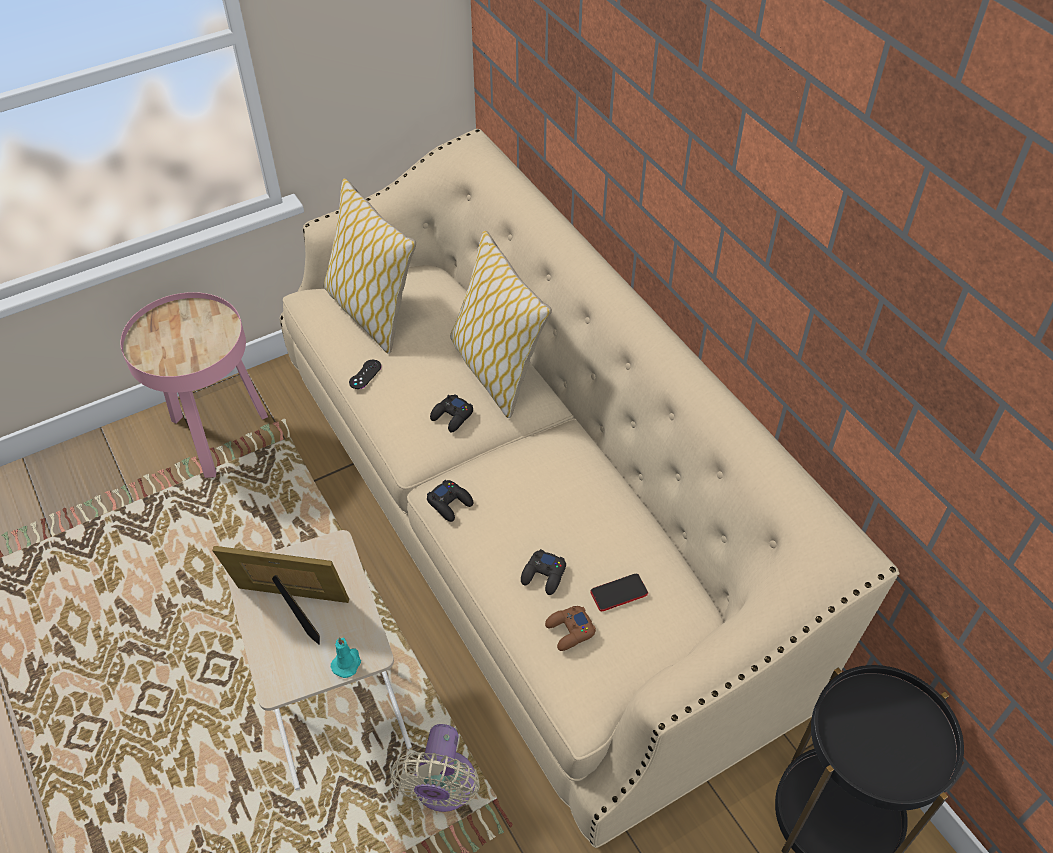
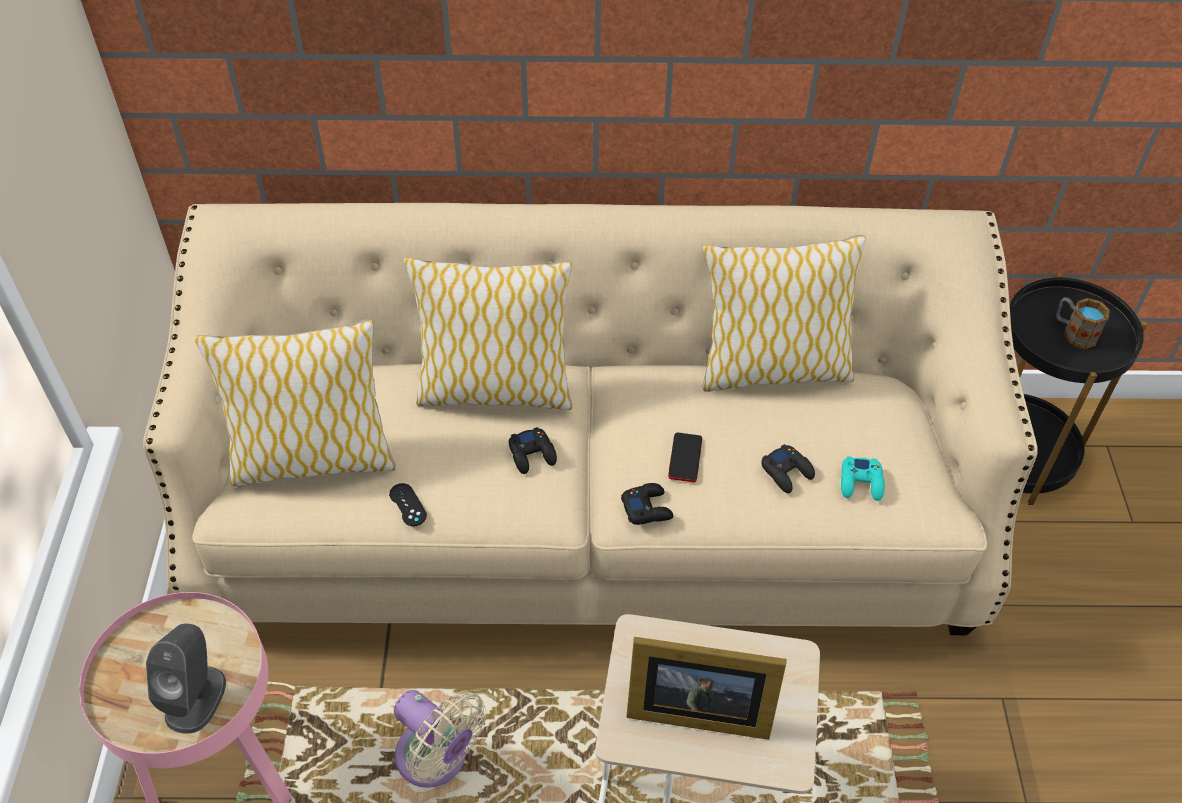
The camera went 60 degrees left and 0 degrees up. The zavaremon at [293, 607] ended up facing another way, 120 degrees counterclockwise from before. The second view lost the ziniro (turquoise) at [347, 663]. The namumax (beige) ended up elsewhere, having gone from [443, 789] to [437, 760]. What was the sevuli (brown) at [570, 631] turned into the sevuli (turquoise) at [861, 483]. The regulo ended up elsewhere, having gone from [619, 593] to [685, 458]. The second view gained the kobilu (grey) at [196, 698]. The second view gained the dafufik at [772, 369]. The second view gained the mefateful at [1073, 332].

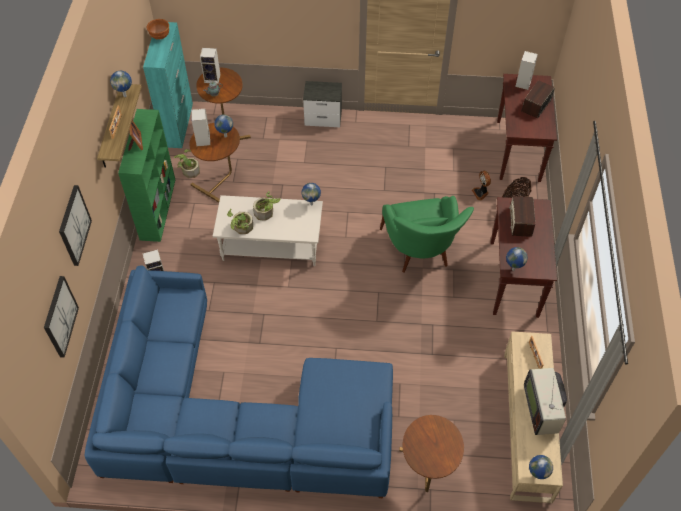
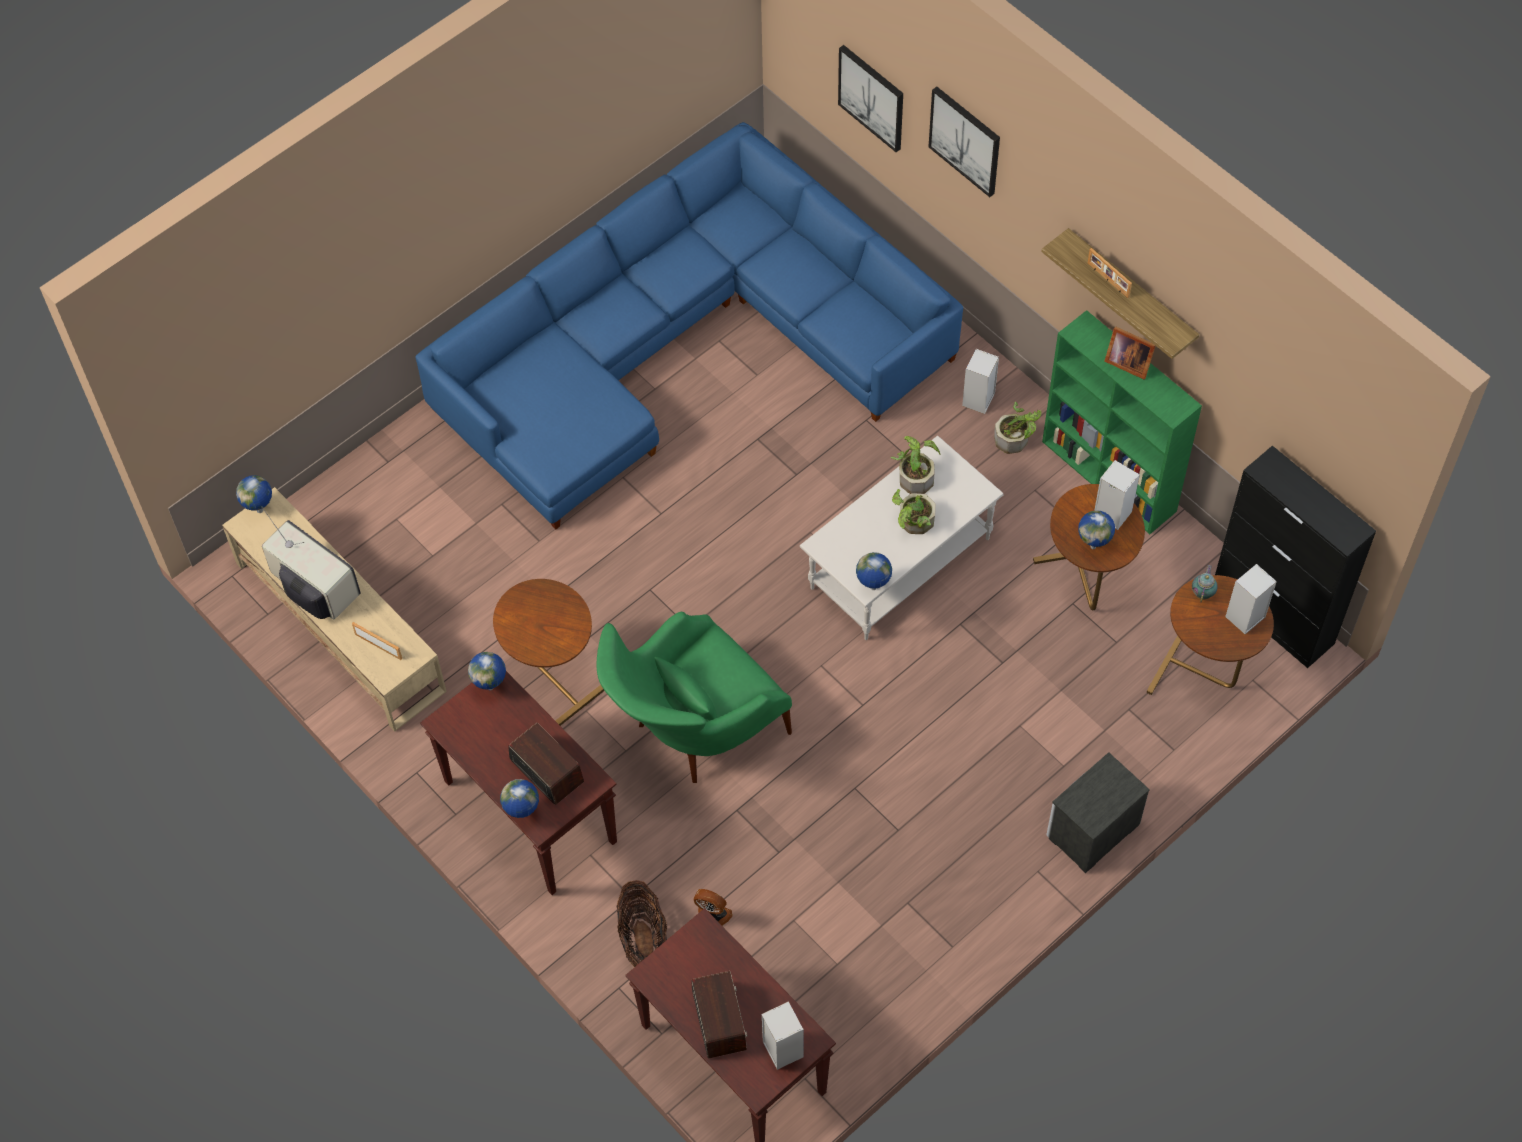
The camera went 135 degrees right and 5 degrees up. The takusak ended up elsewhere, having gone from [125, 95] to [523, 815]. What was the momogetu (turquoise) at [178, 124] turned into the momogetu (black) at [1273, 615]. The second view lost the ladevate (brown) at [160, 36]. The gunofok ended up elsewhere, having gone from [189, 170] to [1016, 438]. The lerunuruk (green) at [421, 254] ended up facing another way, 75 degrees counterclockwise from before. The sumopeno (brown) ended up elsewhere, having gone from [426, 474] to [554, 681].

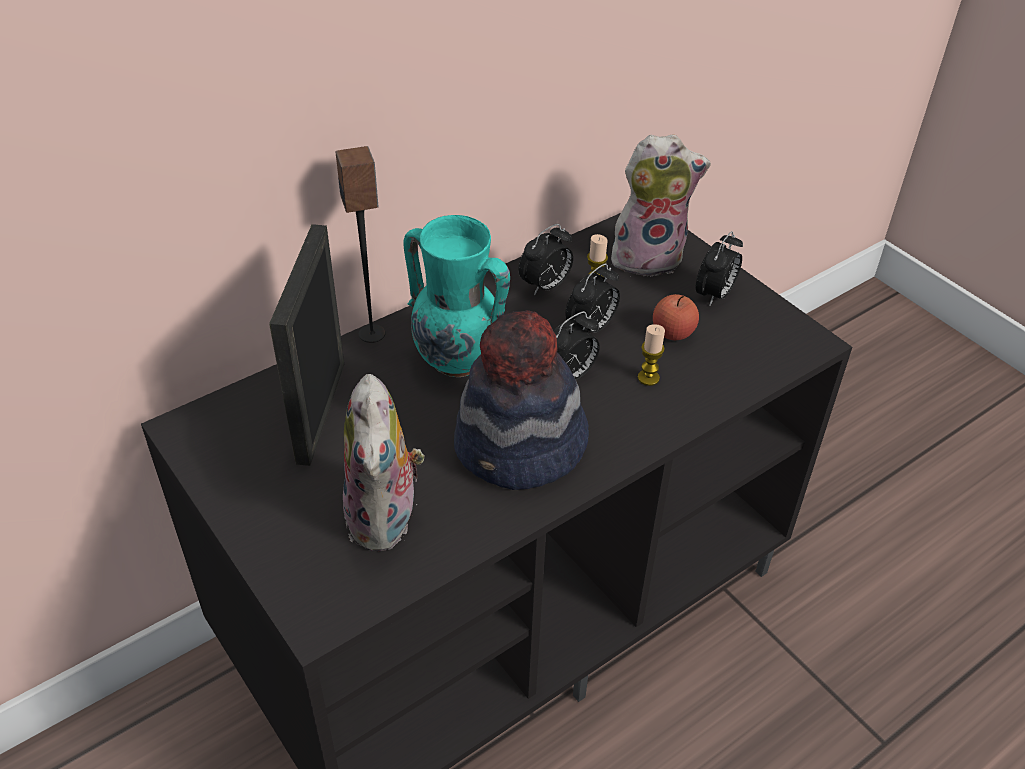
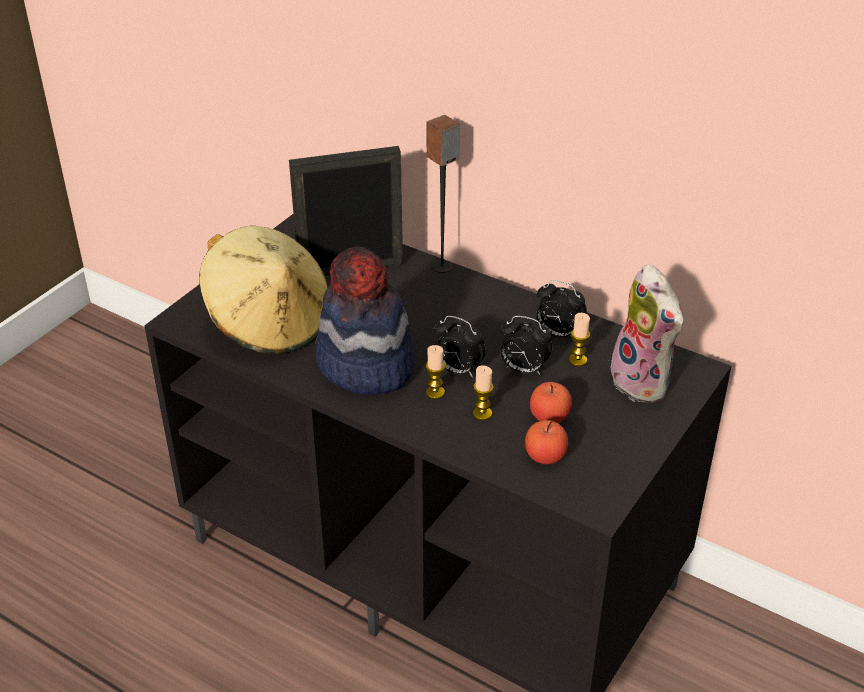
The camera went 70 degrees right and 5 degrees down. Where the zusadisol stood at [386, 519], the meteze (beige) came to stand at [269, 323]. The second view lost the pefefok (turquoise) at [457, 363]. The second view lost the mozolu at [715, 295]. The second view gained the ziniro at [435, 392]. The second view gained the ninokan at [545, 456].

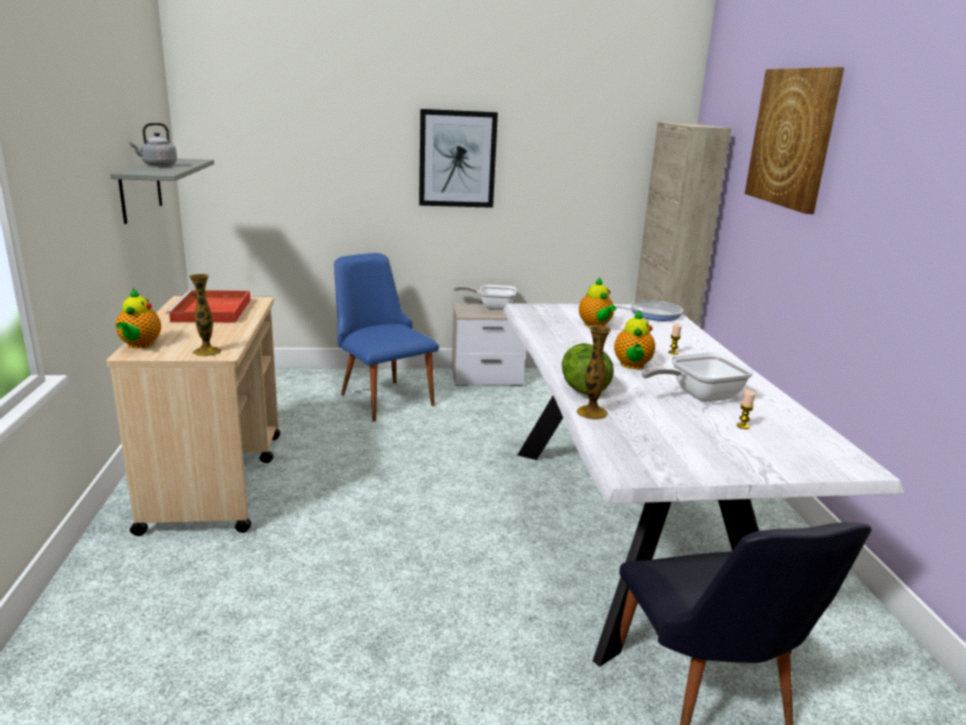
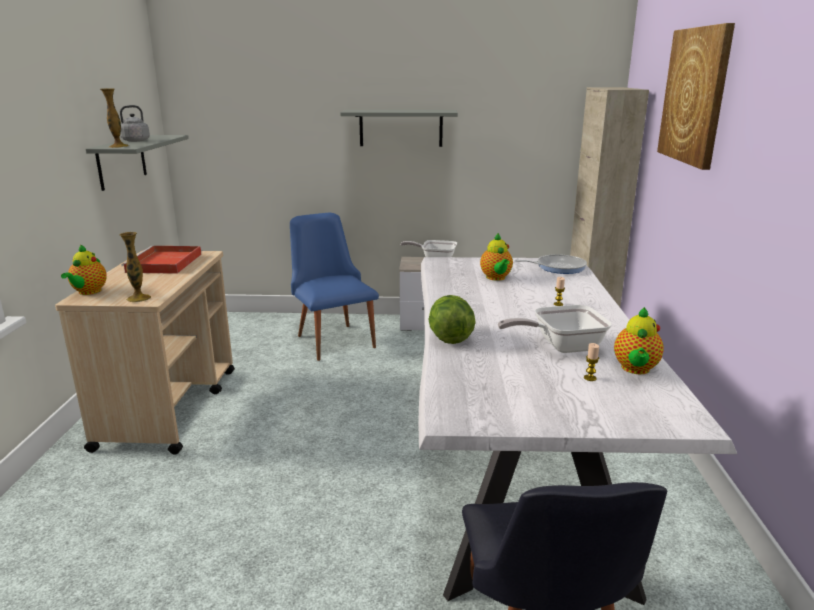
The camera went 10 degrees right and 0 degrees up. Where the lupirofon hung at [457, 159], the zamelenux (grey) came to hang at [401, 128]. The pefefok ended up elsewhere, having gone from [592, 412] to [118, 146]. The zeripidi ended up elsewhere, having gone from [632, 365] to [635, 369].

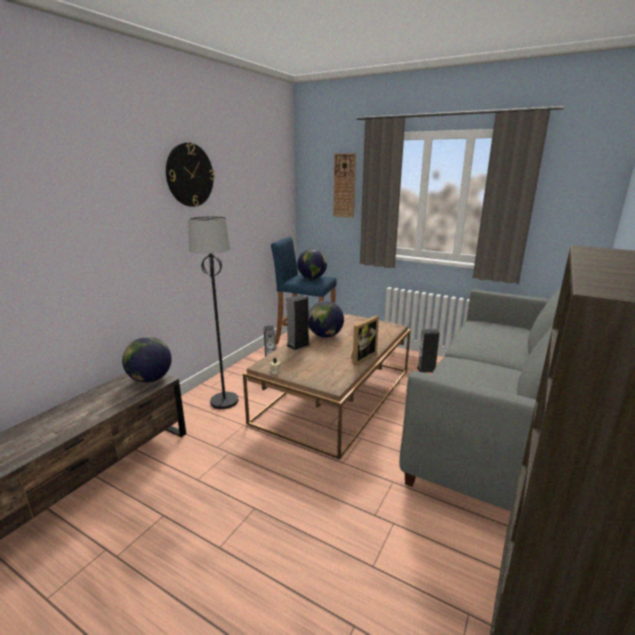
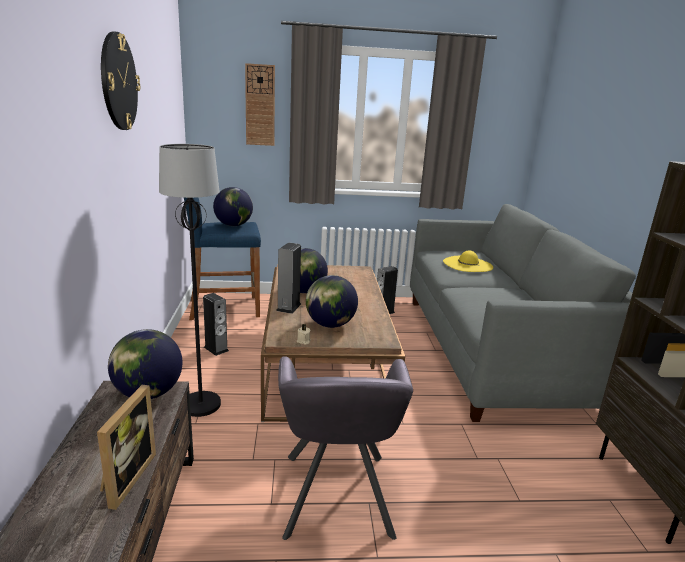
The camera went 35 degrees left and 0 degrees up. The zavaremon ended up elsewhere, having gone from [361, 357] to [124, 478]. The second view gained the lerunuruk (grey) at [336, 494]. The second view gained the takusak at [330, 325]. The second view gained the meteze (yellow) at [467, 264].

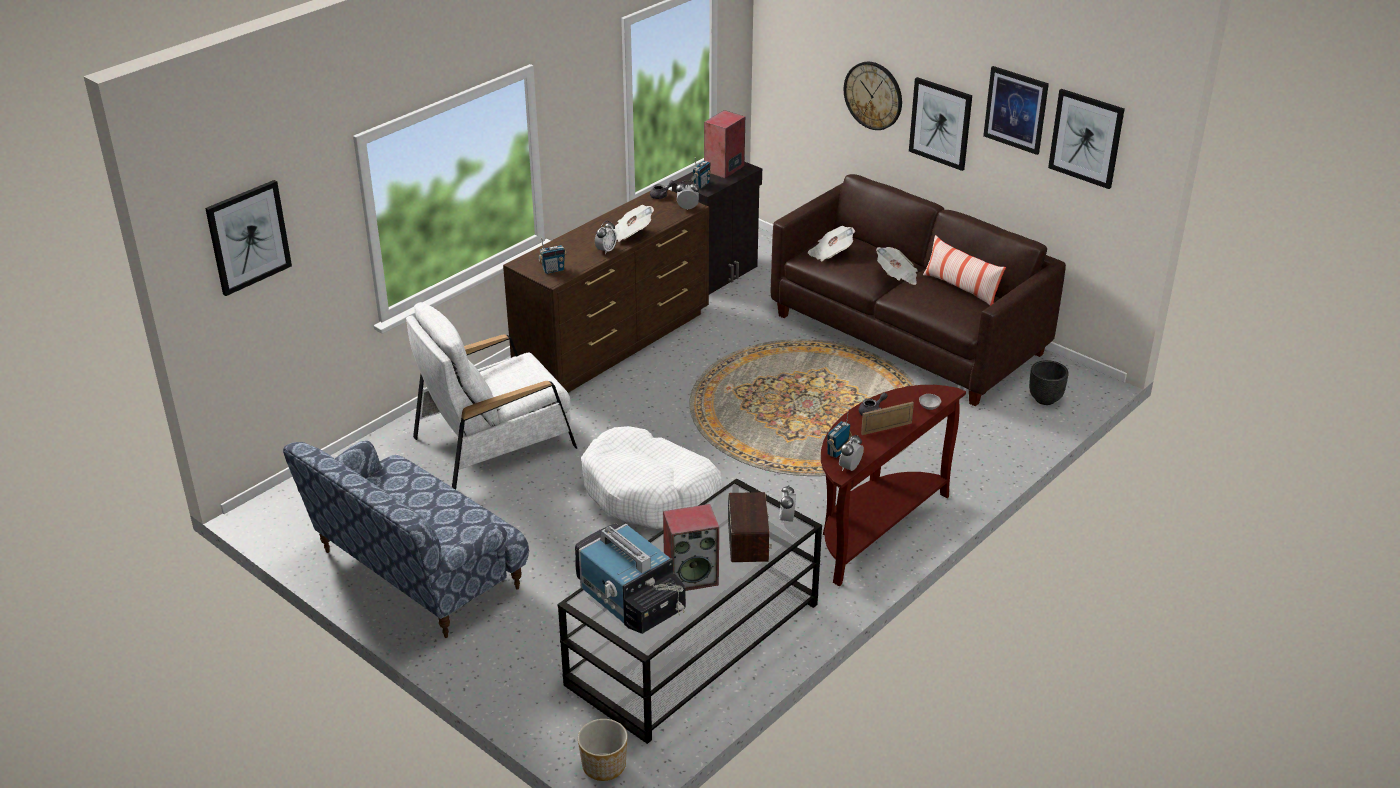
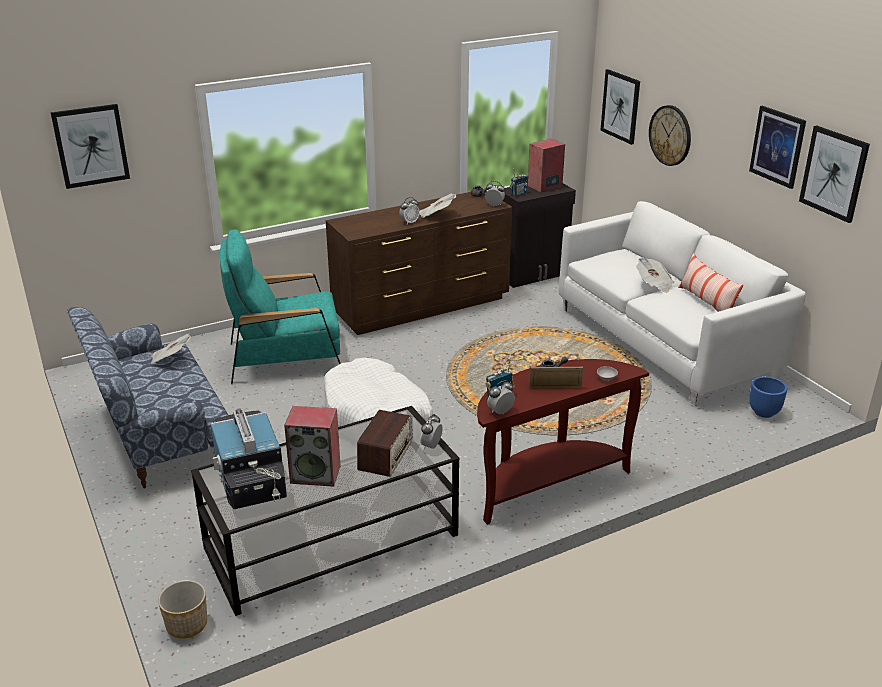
The camera went 20 degrees right and 5 degrees down. What was the lerunuruk (white) at [495, 442] turned into the lerunuruk (turquoise) at [285, 356]. The second view lost the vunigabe at [553, 270]. What was the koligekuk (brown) at [908, 335] turned into the koligekuk (white) at [665, 341]. The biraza ended up elsewhere, having gone from [830, 254] to [171, 358]. The lupirofon ended up elsewhere, having gone from [940, 123] to [620, 106]. What was the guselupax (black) at [1045, 399] turned into the guselupax (blue) at [764, 413].

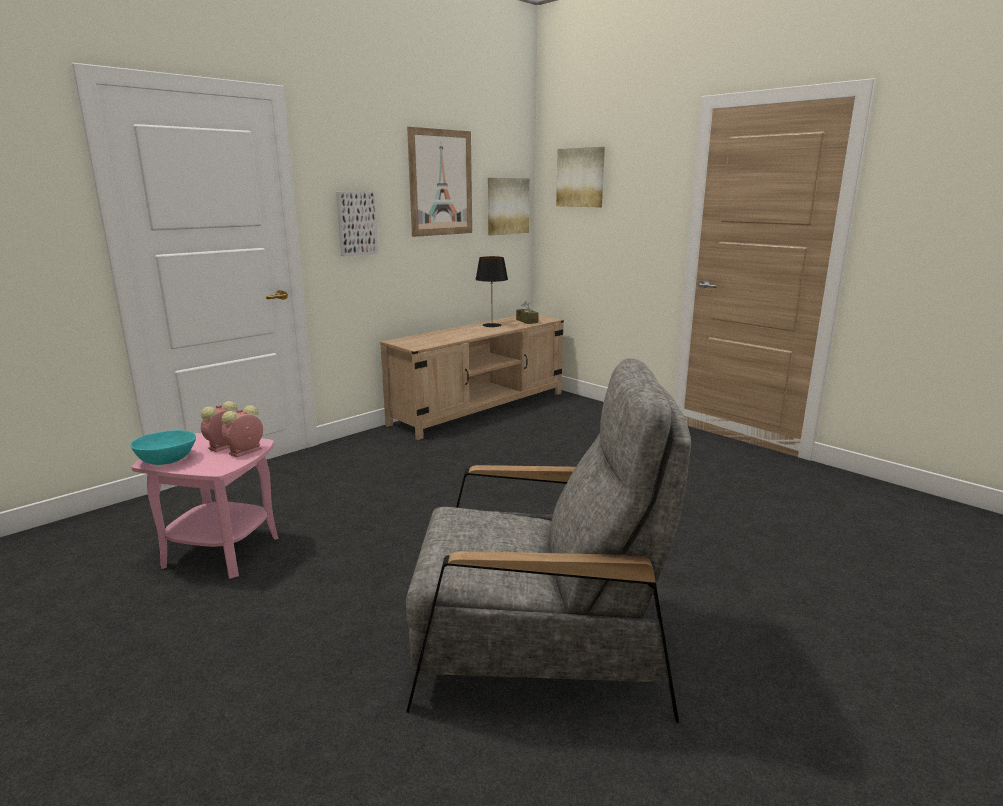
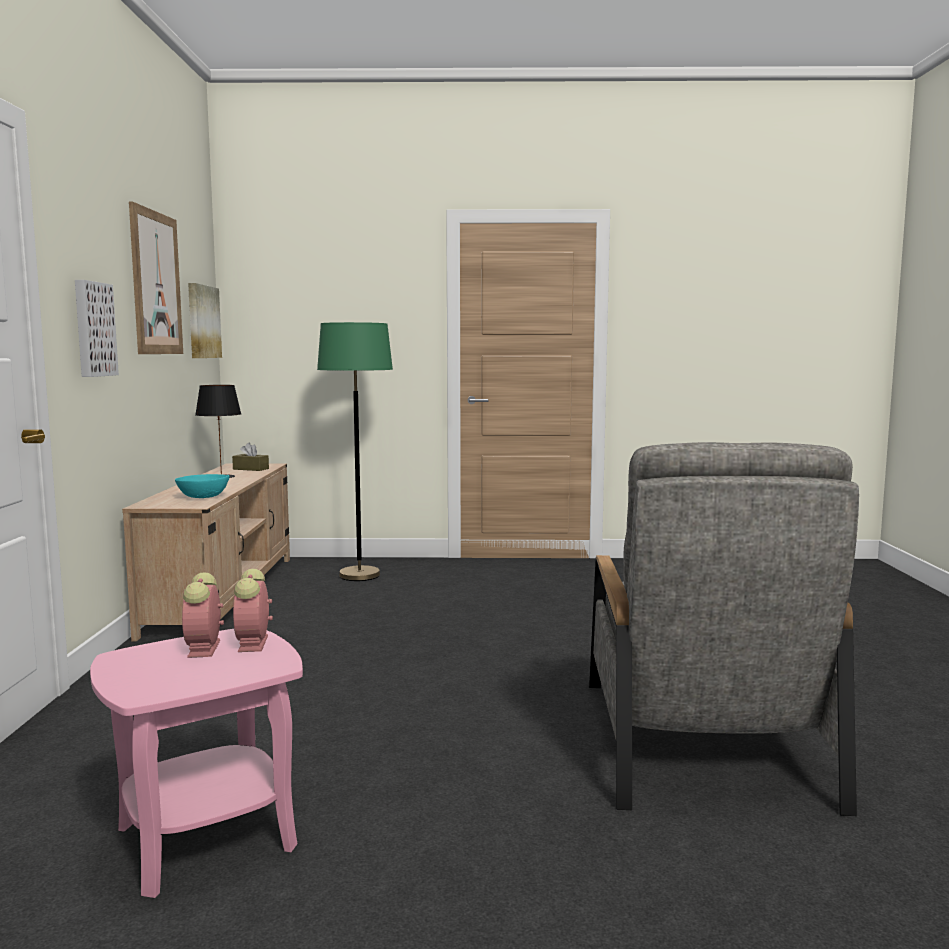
The camera went 45 degrees left and 10 degrees down. The ladevate (turquoise) ended up elsewhere, having gone from [166, 460] to [202, 497]. The lerunuruk (grey) at [539, 647] ended up facing another way, 135 degrees clockwise from before. The second view lost the lupirofon at [581, 177]. The second view gained the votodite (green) at [359, 575].

